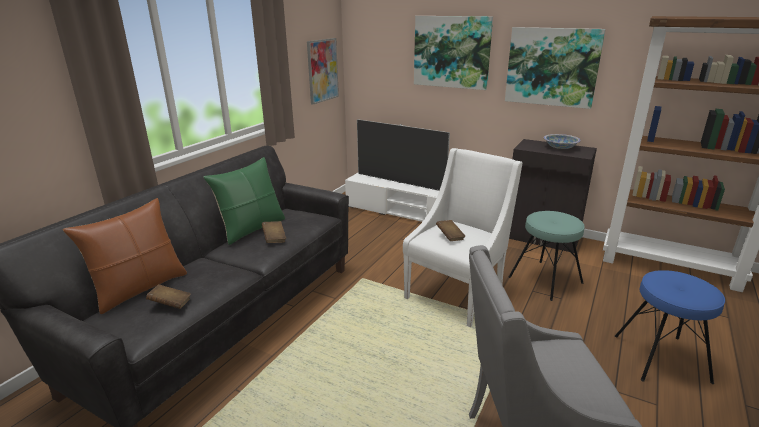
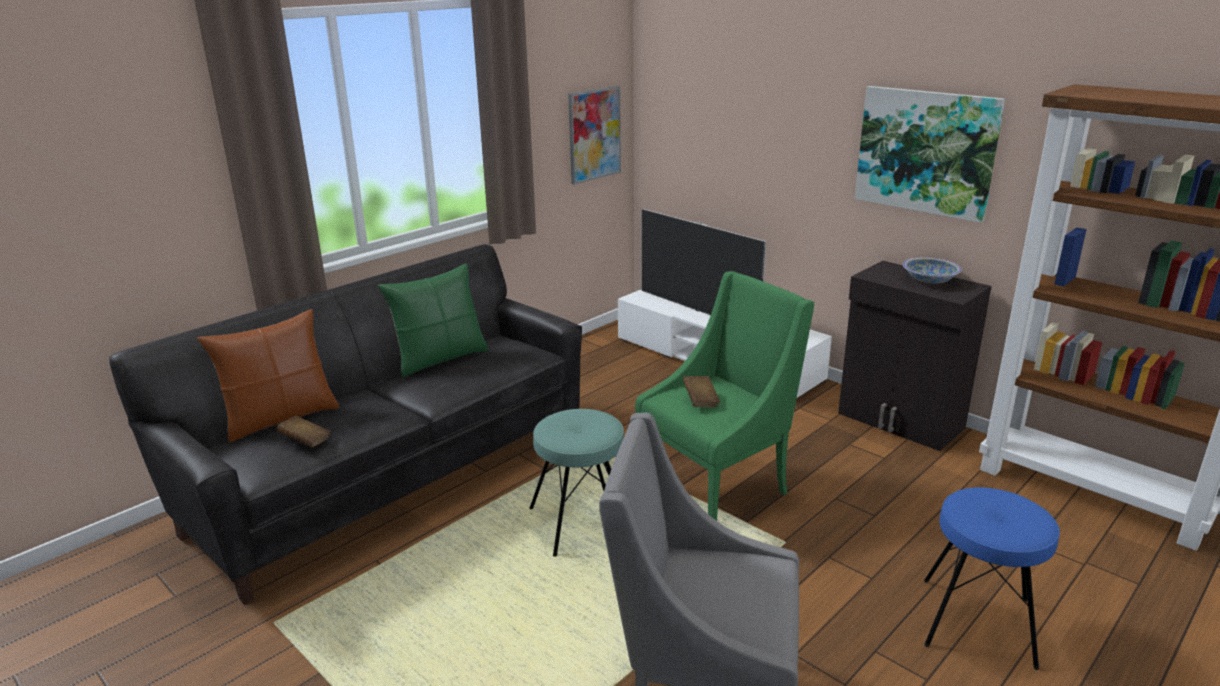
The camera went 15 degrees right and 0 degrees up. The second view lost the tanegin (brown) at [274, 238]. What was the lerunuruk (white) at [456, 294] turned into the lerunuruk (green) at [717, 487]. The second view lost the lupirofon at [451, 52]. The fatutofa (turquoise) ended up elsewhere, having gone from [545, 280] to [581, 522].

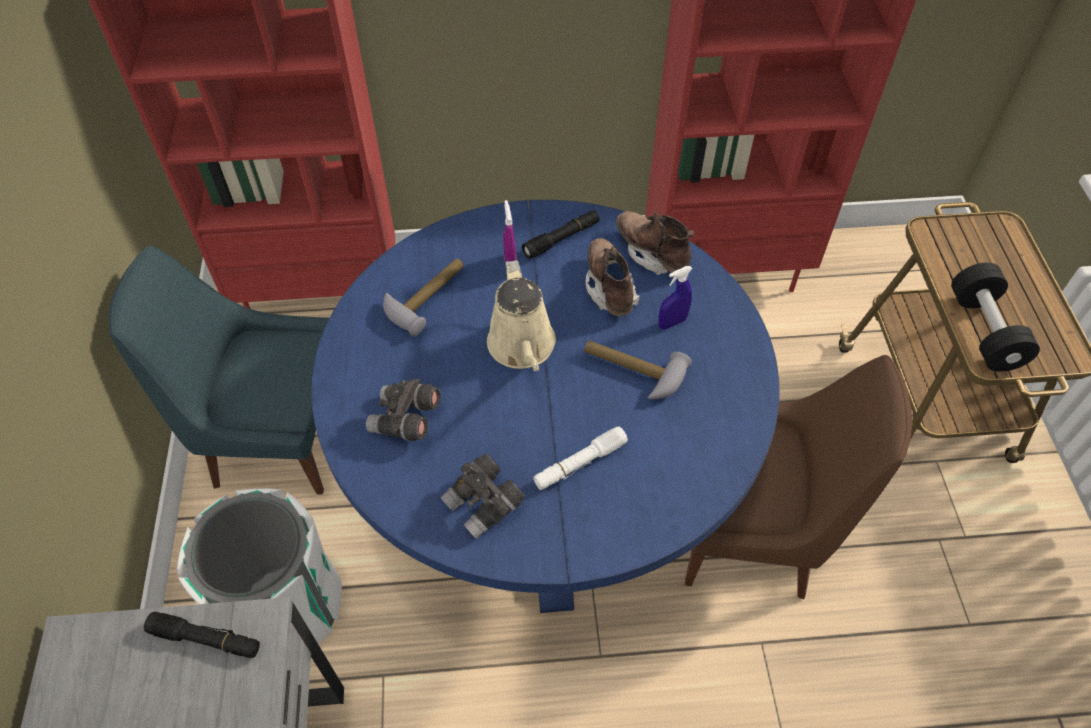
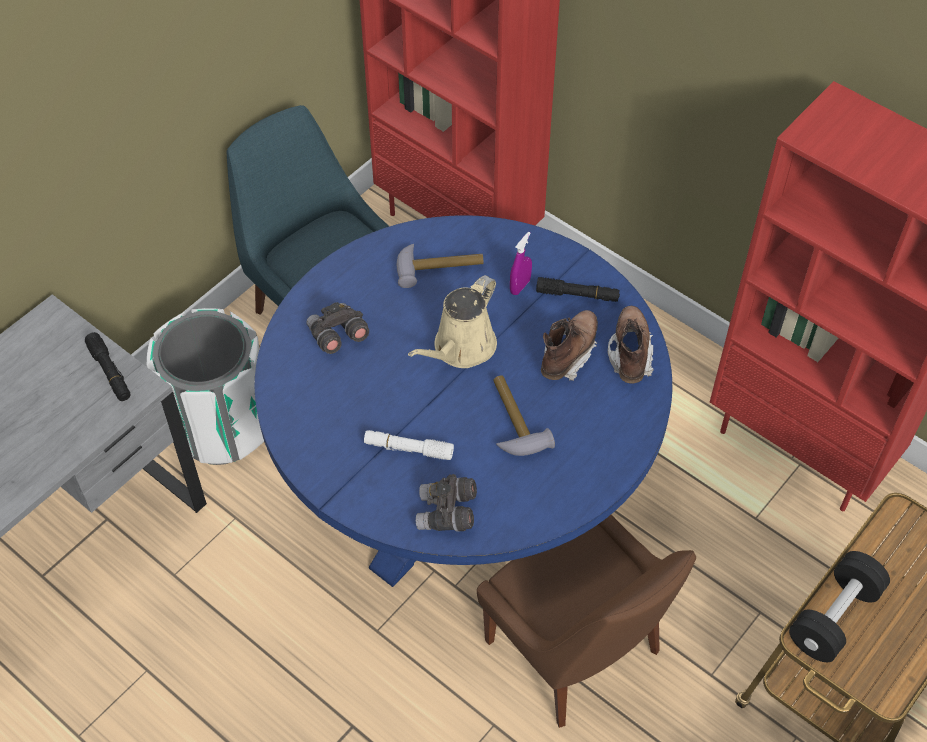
The camera went 45 degrees right and 0 degrees up. The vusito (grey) ended up elsewhere, having gone from [484, 504] to [447, 513]. The second view lost the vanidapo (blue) at [672, 323].

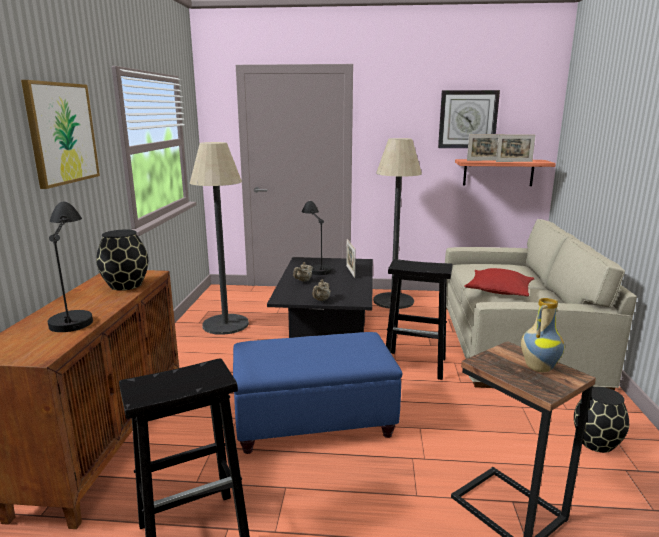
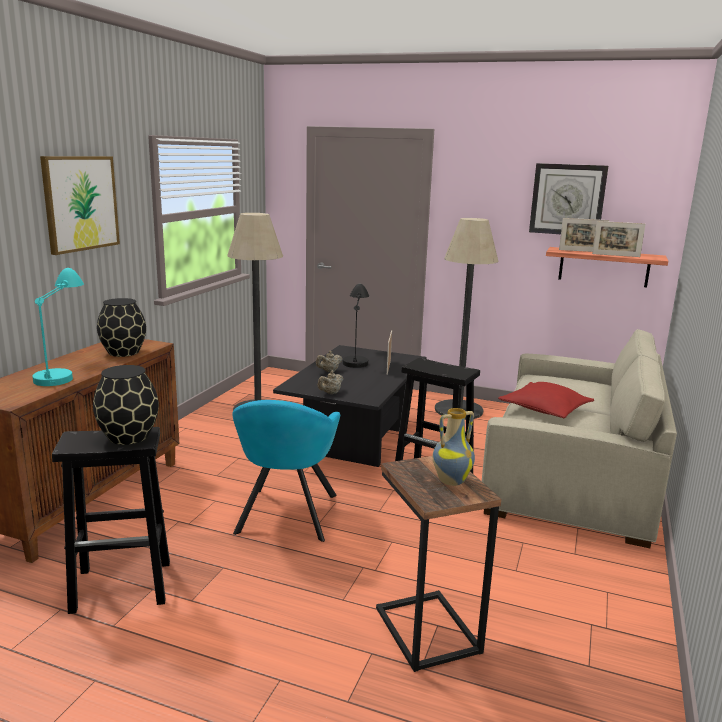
The camera went 15 degrees right and 0 degrees up. What was the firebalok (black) at [74, 311] turned into the firebalok (turquoise) at [63, 369]. Where the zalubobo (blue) stood at [313, 422], the lerunuruk (turquoise) came to stand at [286, 516]. The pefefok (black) ended up elsewhere, having gone from [595, 442] to [128, 436].

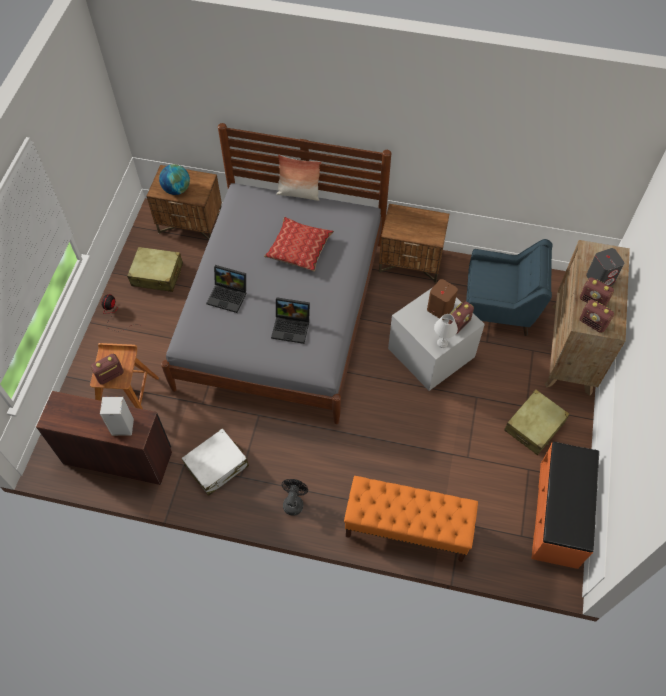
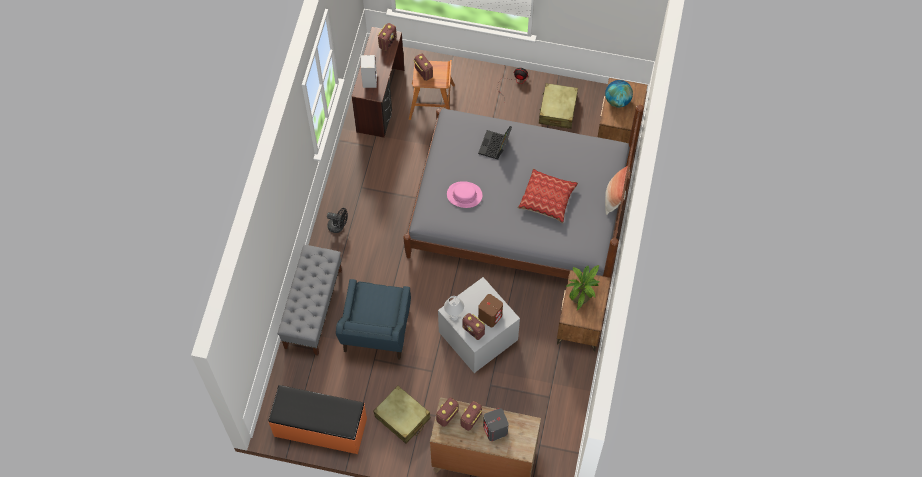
The camera went 90 degrees right and 5 degrees up. The second view lost the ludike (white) at [217, 466]. Where the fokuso stood at [292, 327], the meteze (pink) came to stand at [464, 195]. What was the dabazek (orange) at [406, 528] turned into the dabazek (grey) at [313, 308]. The lerunuruk (blue) ended up elsewhere, having gone from [499, 307] to [376, 331]. The second view gained the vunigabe at [387, 42]. The second view gained the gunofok at [582, 294].

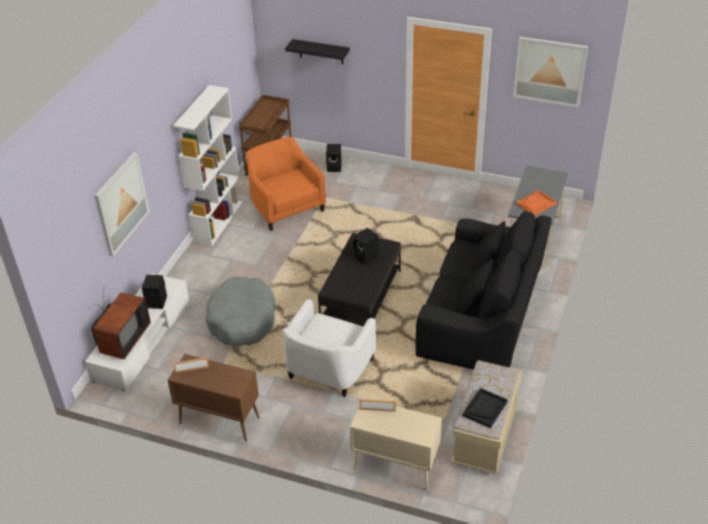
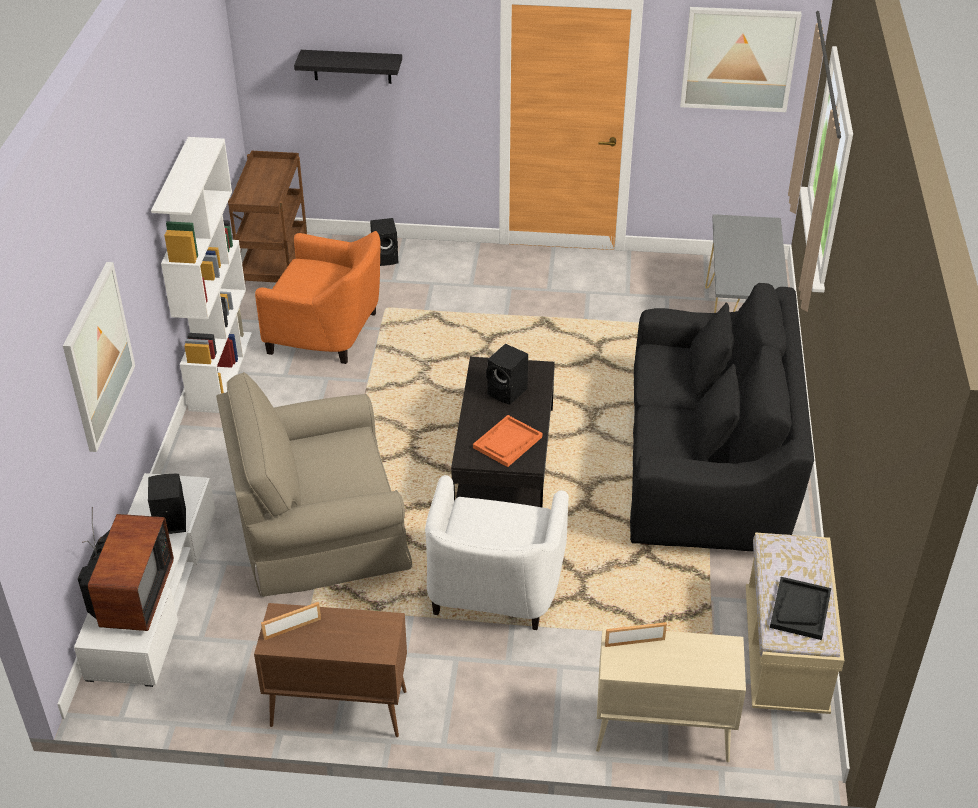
The camera went 15 degrees left and 0 degrees up. Where the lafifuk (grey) stood at [242, 320], the lerunuruk (beige) came to stand at [319, 529]. The lerunuruk (orange) at [285, 207] ended up facing another way, 150 degrees clockwise from before. The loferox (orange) ended up elsewhere, having gone from [536, 204] to [507, 442].

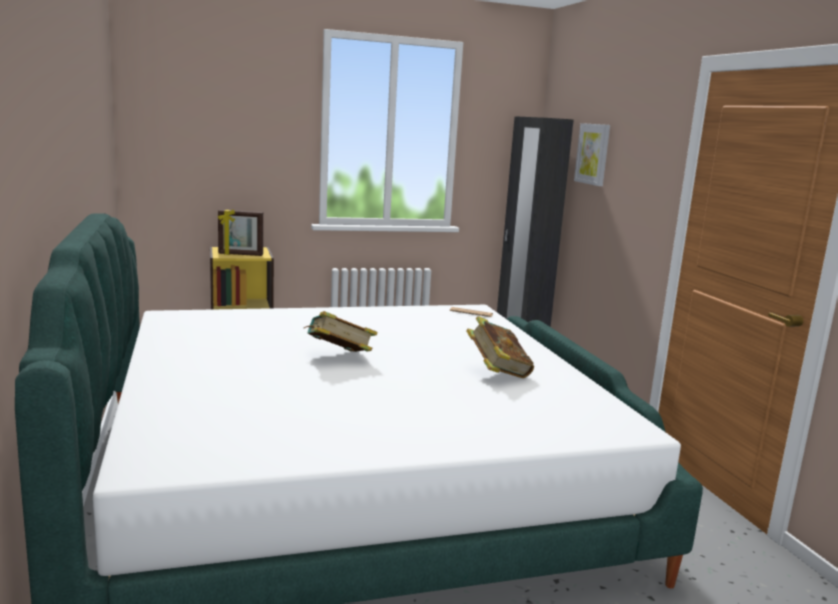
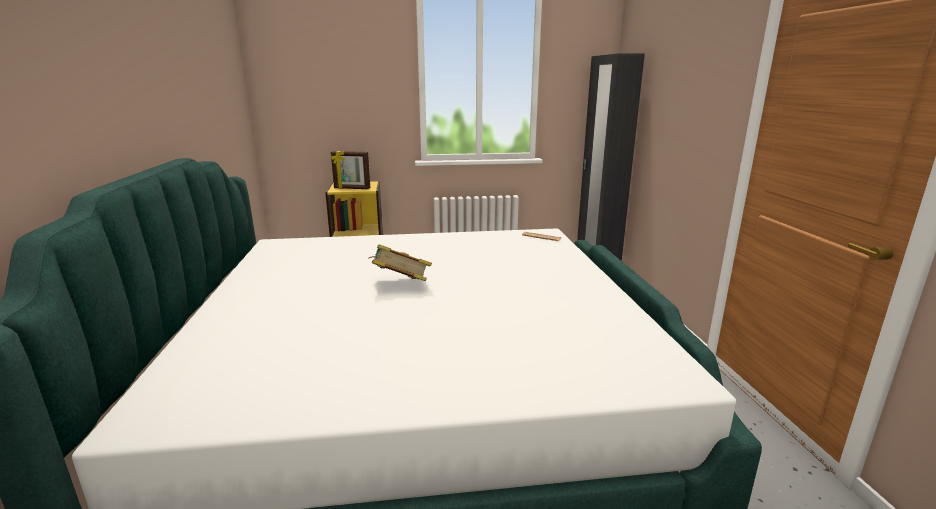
The camera went 10 degrees right and 5 degrees up. The second view lost the tanegin at [497, 373]. The second view lost the lupirofon at [593, 154].

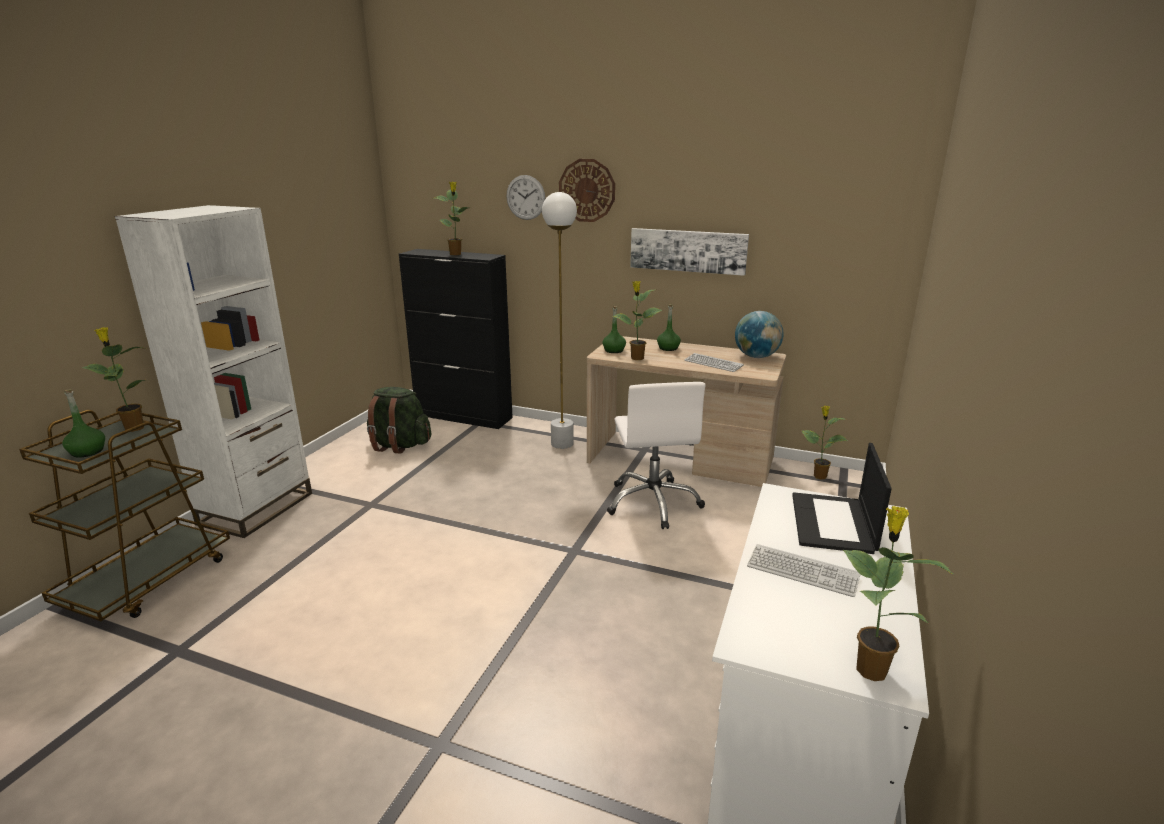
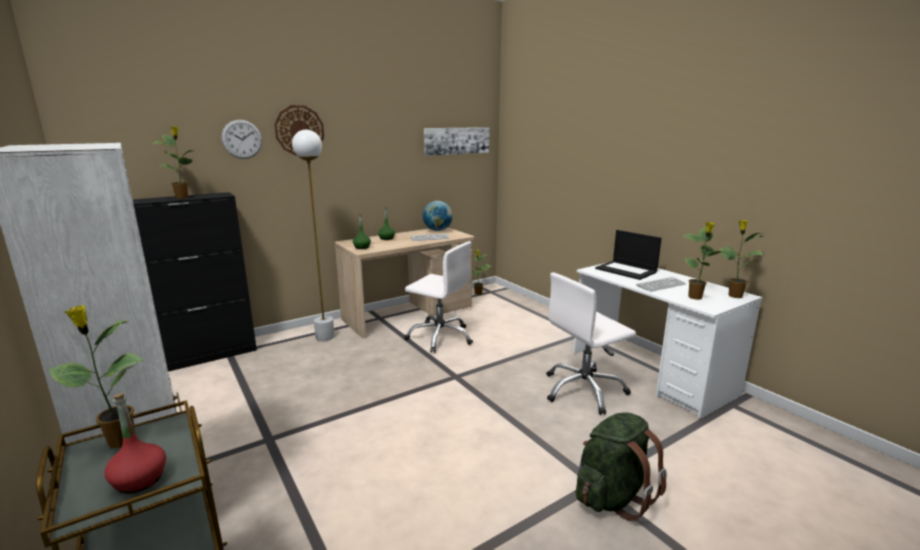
The camera went 55 degrees left and 5 degrees down. What was the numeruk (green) at [87, 452] turned into the numeruk (red) at [139, 480]. The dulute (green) ended up elsewhere, having gone from [399, 445] to [612, 496]. The gunofok ended up elsewhere, having gone from [636, 358] to [695, 297]. The lupirofon ended up elsewhere, having gone from [688, 250] to [456, 140]. The second view gained the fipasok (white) at [584, 390].

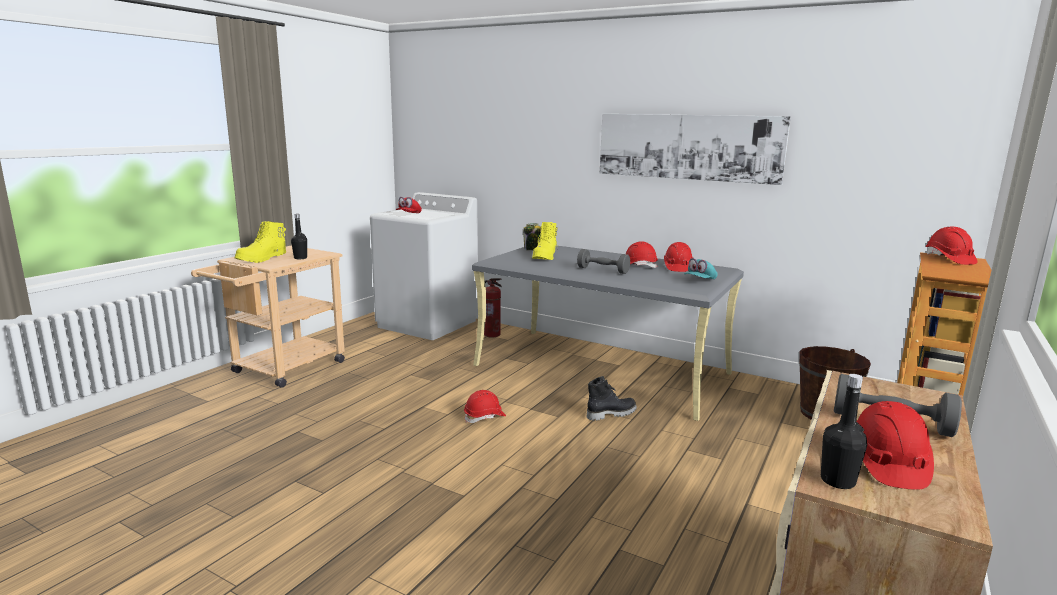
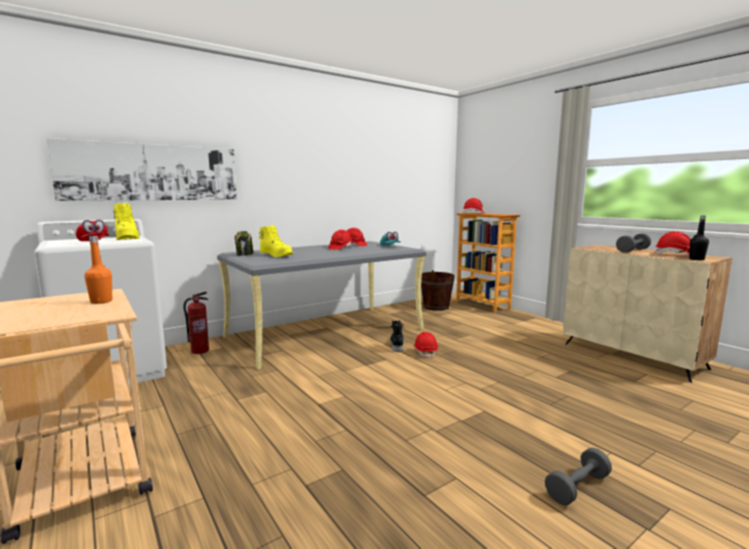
The camera went 65 degrees left and 5 degrees down. The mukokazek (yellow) ended up elsewhere, having gone from [262, 259] to [127, 238]. What was the numeruk (black) at [300, 258] turned into the numeruk (orange) at [101, 301]. The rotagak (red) ended up elsewhere, having gone from [484, 417] to [425, 352]. The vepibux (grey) ended up elsewhere, having gone from [603, 270] to [577, 487]. The lupirofon ended up elsewhere, having gone from [688, 147] to [152, 172].

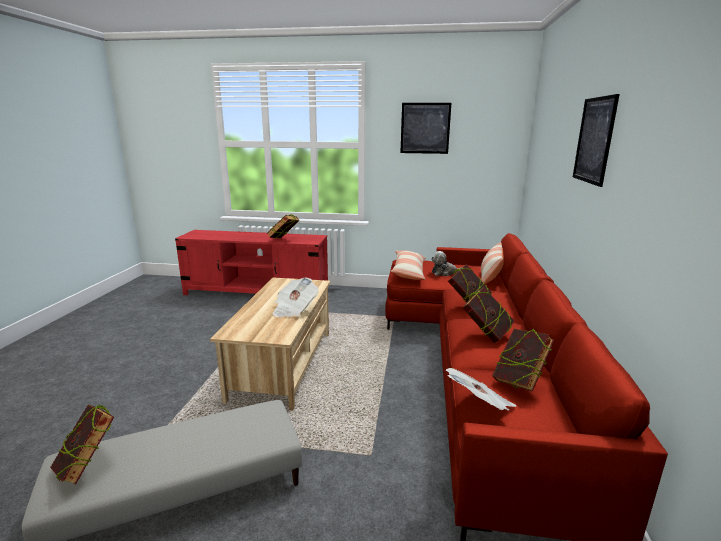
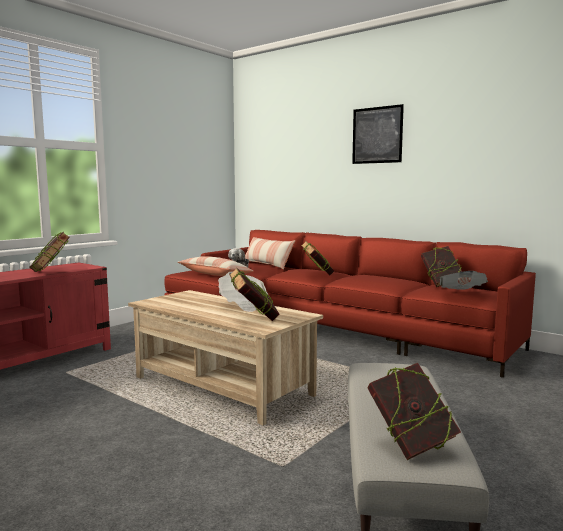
The camera went 60 degrees left and 10 degrees down. The second view lost the lupirofon at [425, 128]. The tanegin ended up elsewhere, having gone from [486, 335] to [254, 319].

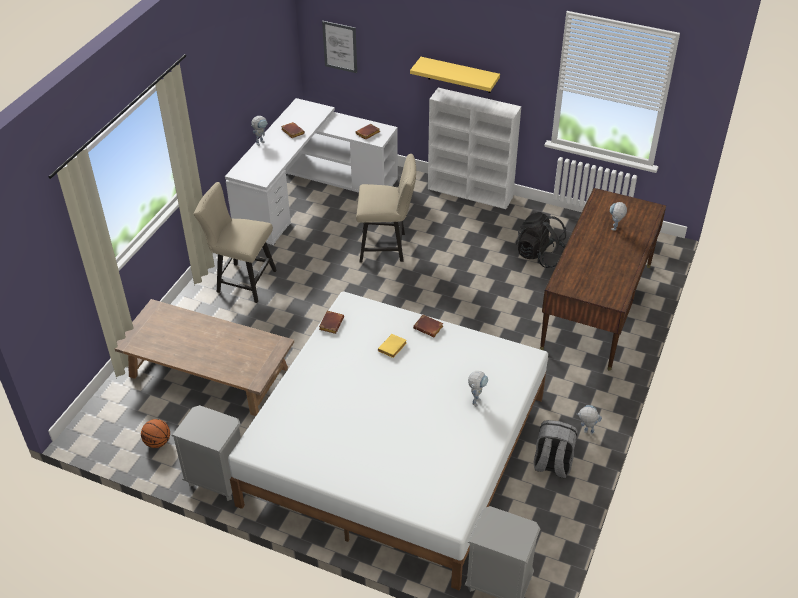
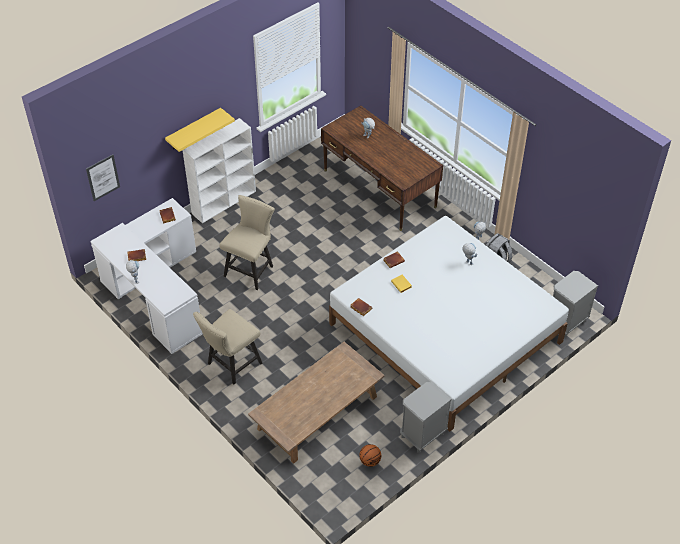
The camera went 65 degrees left and 5 degrees up. The second view lost the dulute (black) at [540, 255].

